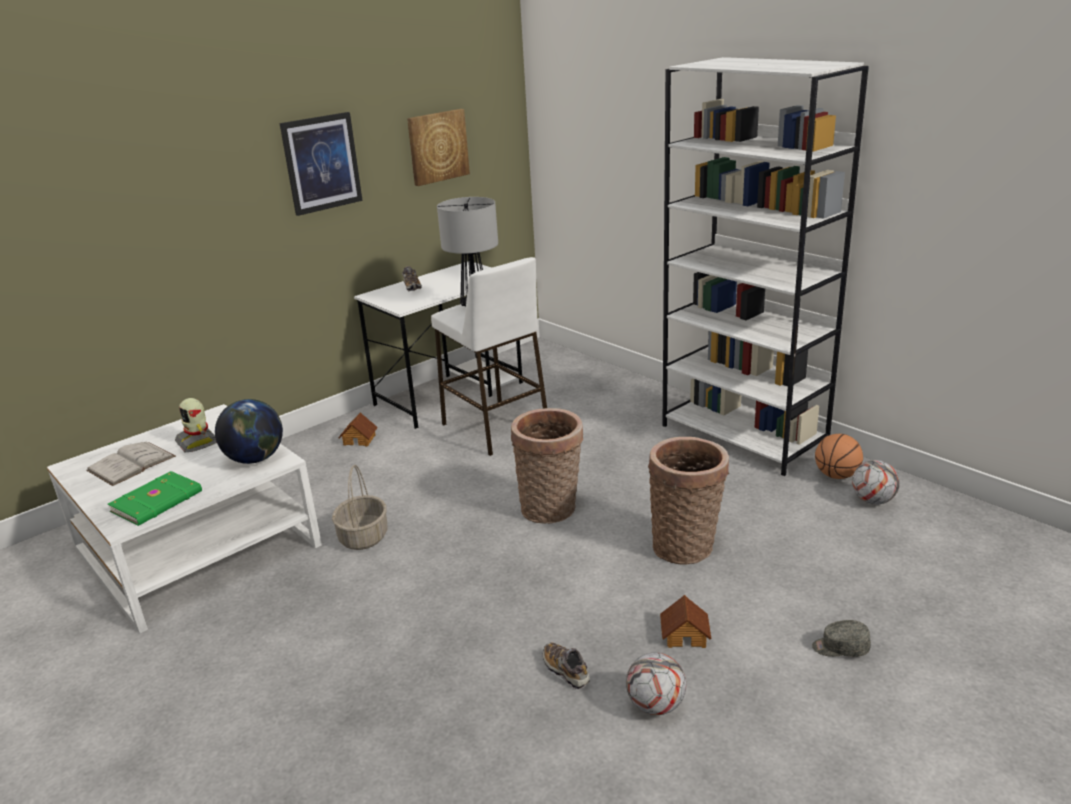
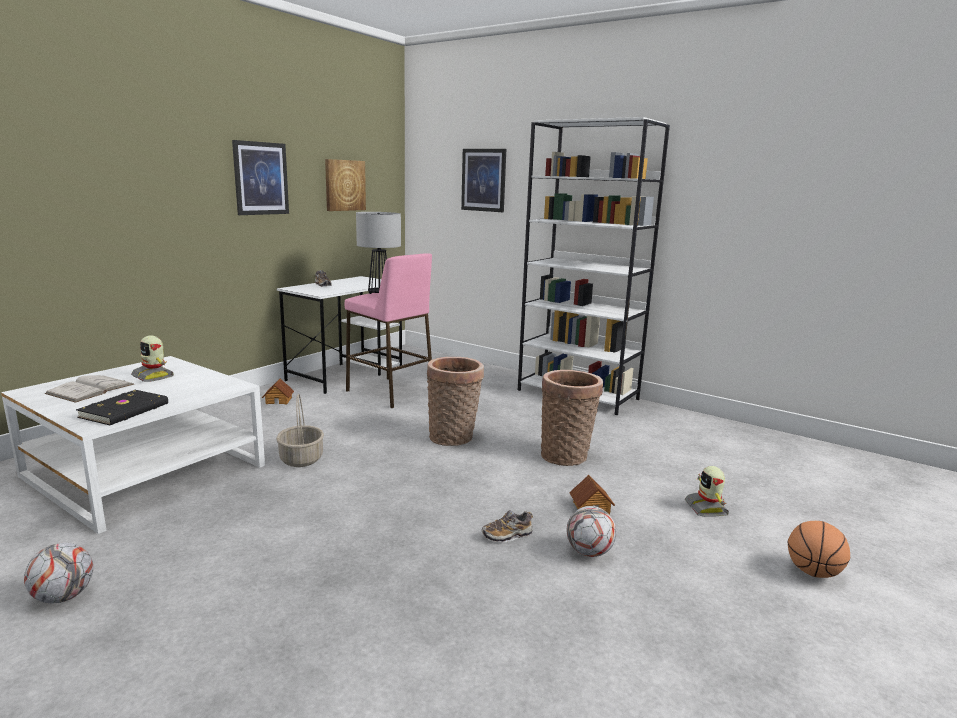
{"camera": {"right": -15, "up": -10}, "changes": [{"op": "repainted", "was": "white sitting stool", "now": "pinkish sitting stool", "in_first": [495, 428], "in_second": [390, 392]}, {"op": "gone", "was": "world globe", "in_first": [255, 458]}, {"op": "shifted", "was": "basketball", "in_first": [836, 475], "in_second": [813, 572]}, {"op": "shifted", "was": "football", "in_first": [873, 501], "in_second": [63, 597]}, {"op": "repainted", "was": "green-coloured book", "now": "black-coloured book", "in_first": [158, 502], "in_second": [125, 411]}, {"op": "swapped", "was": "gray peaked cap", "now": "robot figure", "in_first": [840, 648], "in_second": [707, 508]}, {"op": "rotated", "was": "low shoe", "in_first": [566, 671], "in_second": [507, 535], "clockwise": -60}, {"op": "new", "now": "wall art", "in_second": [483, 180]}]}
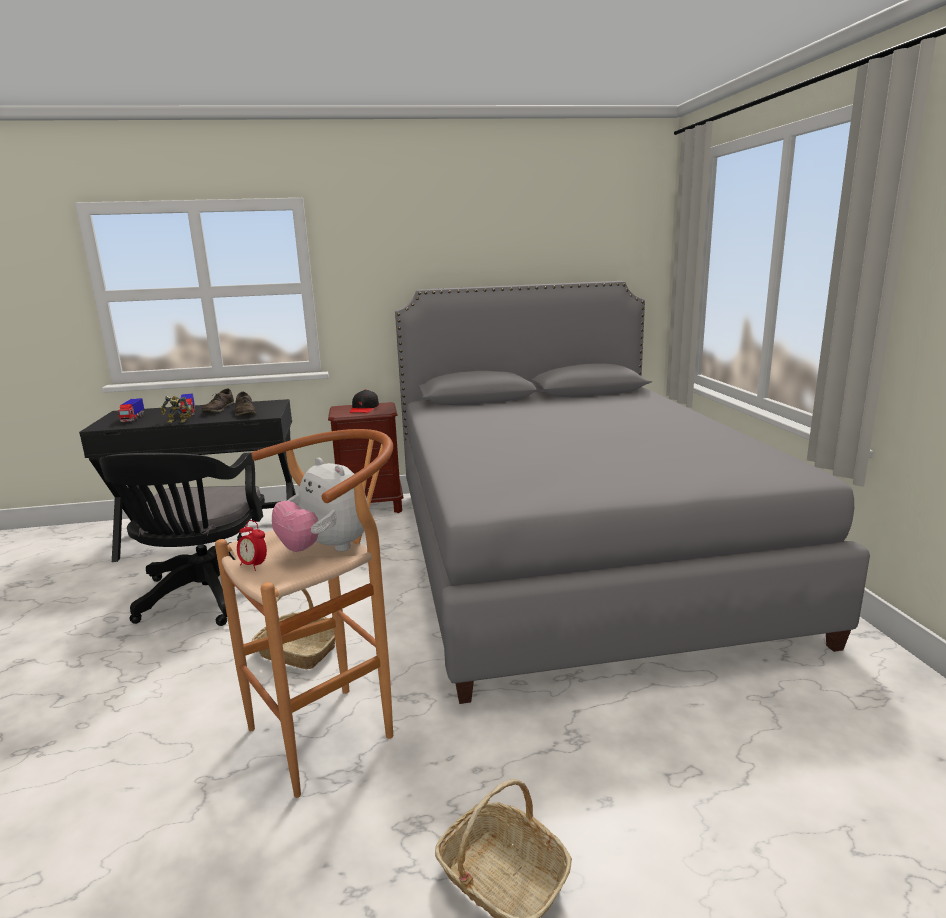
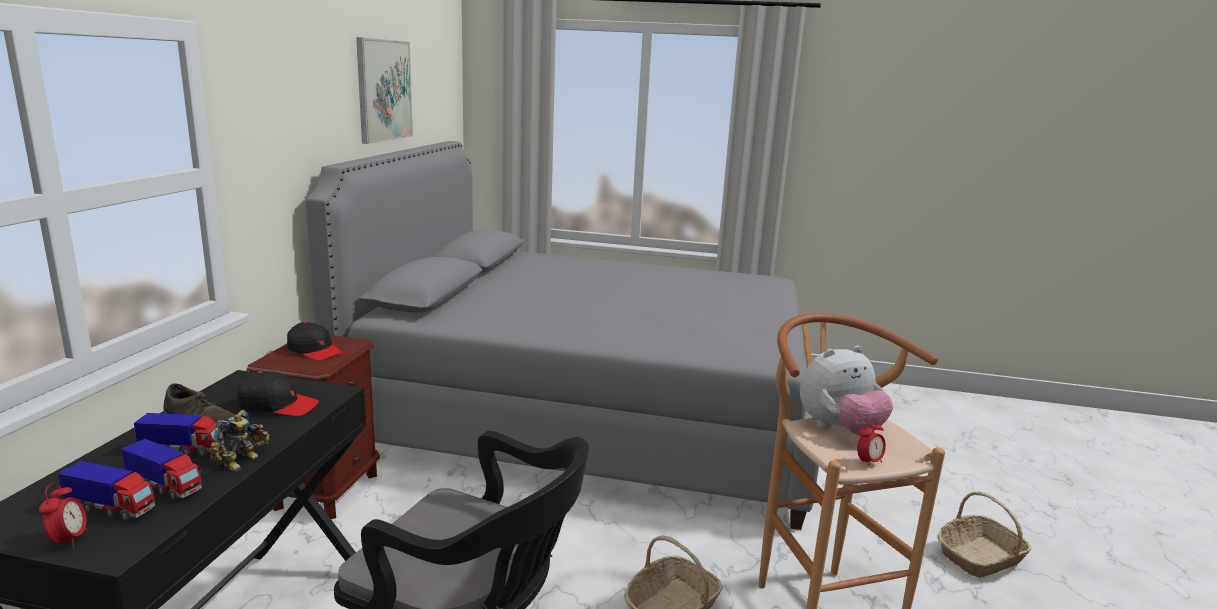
{"camera": {"right": -70, "up": 0}, "changes": [{"op": "swapped", "was": "brownish low shoe", "now": "black-coloured peaked cap", "in_first": [245, 412], "in_second": [278, 405]}, {"op": "new", "now": "wall art", "in_second": [384, 90]}, {"op": "new", "now": "toy lorry", "in_second": [165, 486]}, {"op": "new", "now": "alarm clock", "in_second": [69, 540]}]}
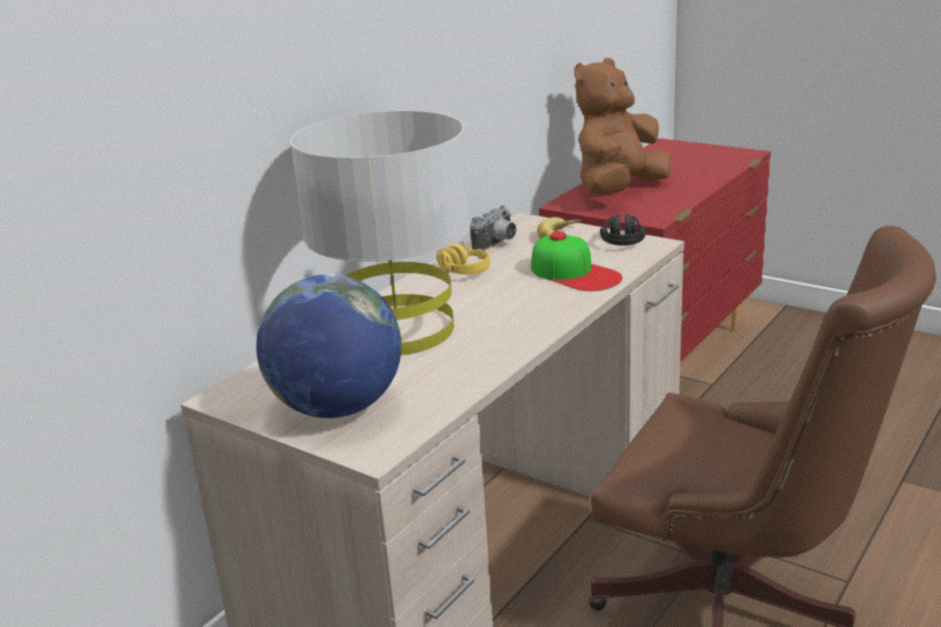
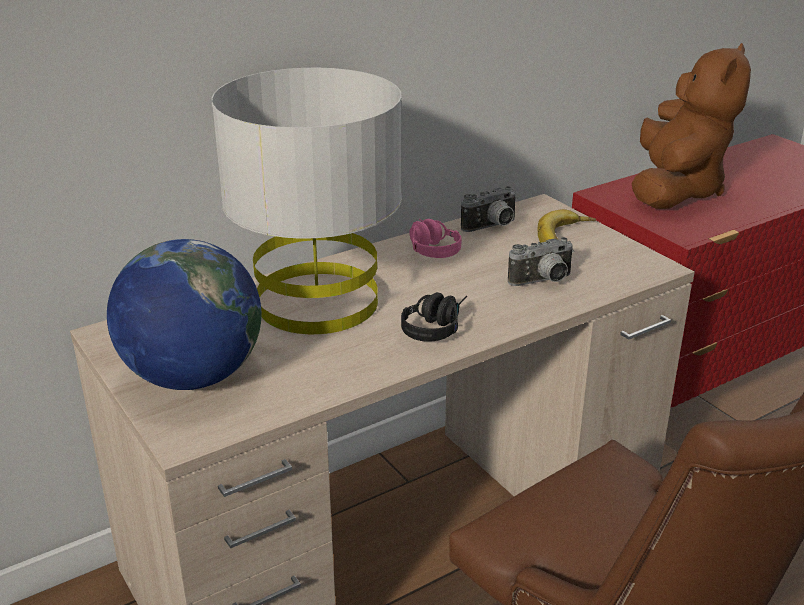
{"camera": {"right": 20, "up": 5}, "changes": [{"op": "rotated", "was": "brownish cuddly toy", "in_first": [619, 191], "in_second": [675, 191], "clockwise": 135}, {"op": "shifted", "was": "black-coloured pair of headphones", "in_first": [622, 239], "in_second": [436, 326]}, {"op": "swapped", "was": "peaked cap", "now": "still camera", "in_first": [575, 273], "in_second": [543, 282]}, {"op": "repainted", "was": "yellow-coloured pair of headphones", "now": "pinkish pair of headphones", "in_first": [457, 270], "in_second": [429, 247]}]}
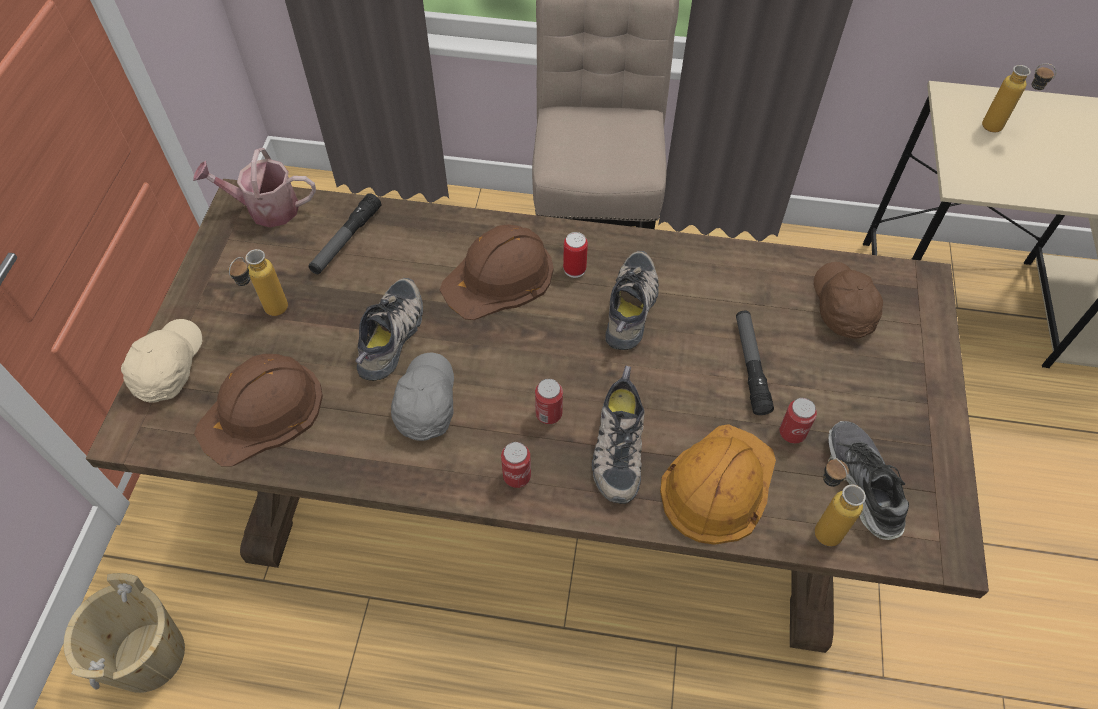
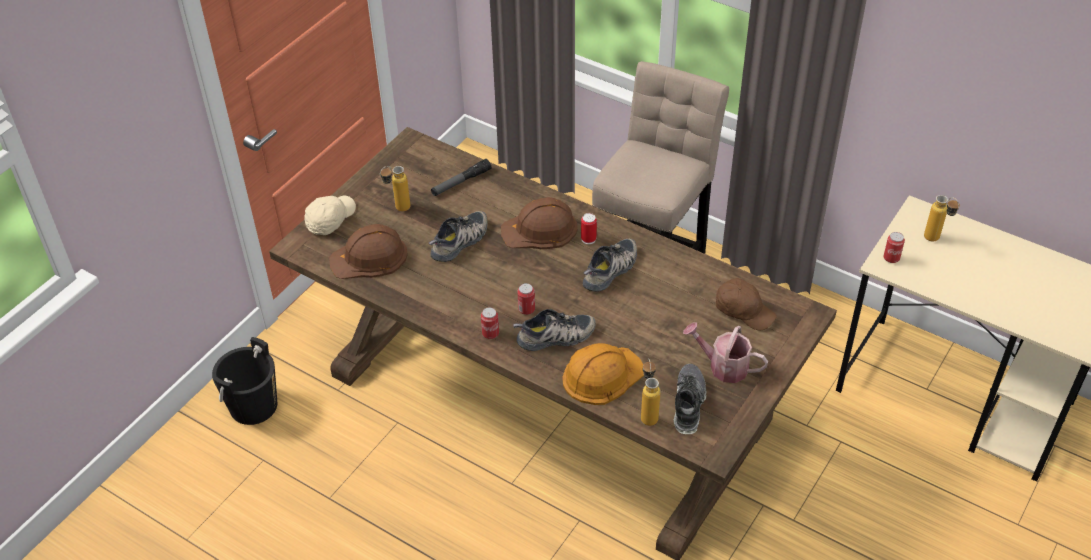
{"camera": {"right": 25, "up": -10}, "changes": [{"op": "shifted", "was": "watering can", "in_first": [266, 208], "in_second": [723, 366]}, {"op": "rotated", "was": "brownish peaked cap", "in_first": [842, 306], "in_second": [744, 311], "clockwise": 105}, {"op": "gone", "was": "torch", "in_first": [750, 366]}, {"op": "gone", "was": "gray peaked cap", "in_first": [425, 402]}, {"op": "rotated", "was": "low shoe", "in_first": [616, 446], "in_second": [555, 337], "clockwise": -135}, {"op": "shifted", "was": "metal can", "in_first": [792, 433], "in_second": [891, 258]}, {"op": "repainted", "was": "sand-coloured bucket", "now": "black-coloured bucket", "in_first": [148, 655], "in_second": [253, 406]}]}
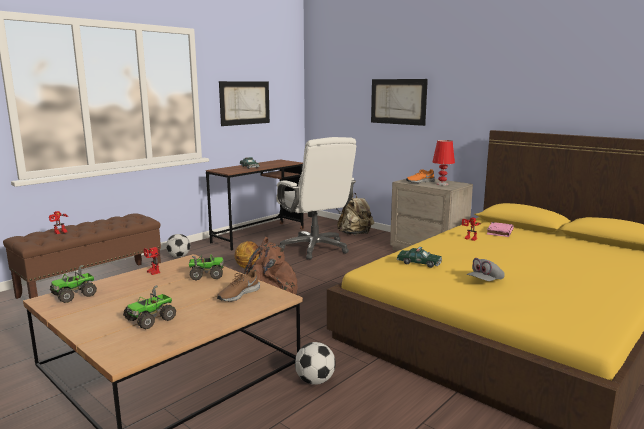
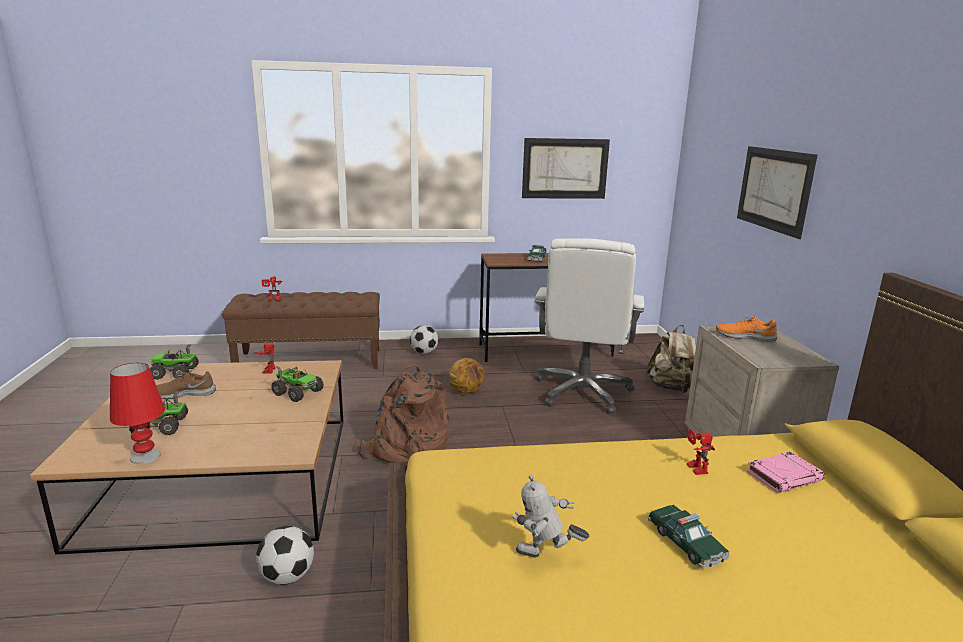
{"camera": {"right": 40, "up": 5}, "changes": [{"op": "shifted", "was": "red tabletop lamp", "in_first": [442, 184], "in_second": [145, 457]}, {"op": "shifted", "was": "miniature car", "in_first": [419, 263], "in_second": [685, 543]}, {"op": "swapped", "was": "gray peaked cap", "now": "robot figure", "in_first": [485, 281], "in_second": [545, 559]}, {"op": "shifted", "was": "brownish low shoe", "in_first": [238, 294], "in_second": [184, 394]}]}
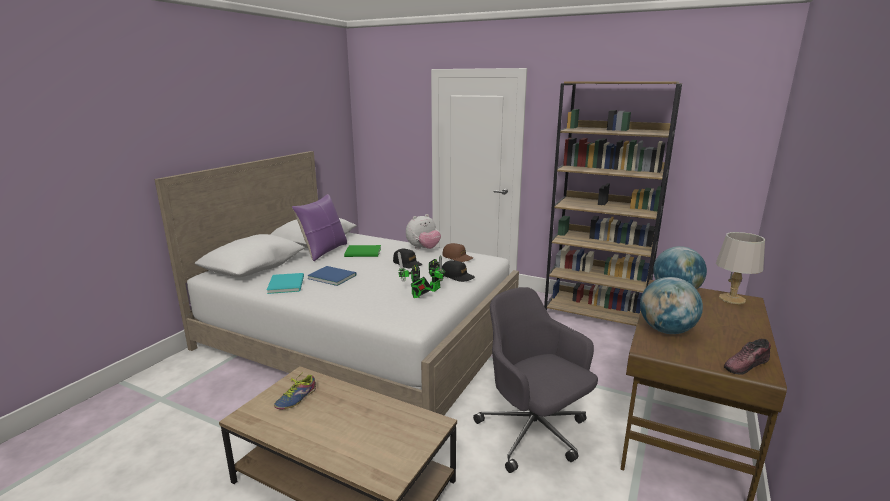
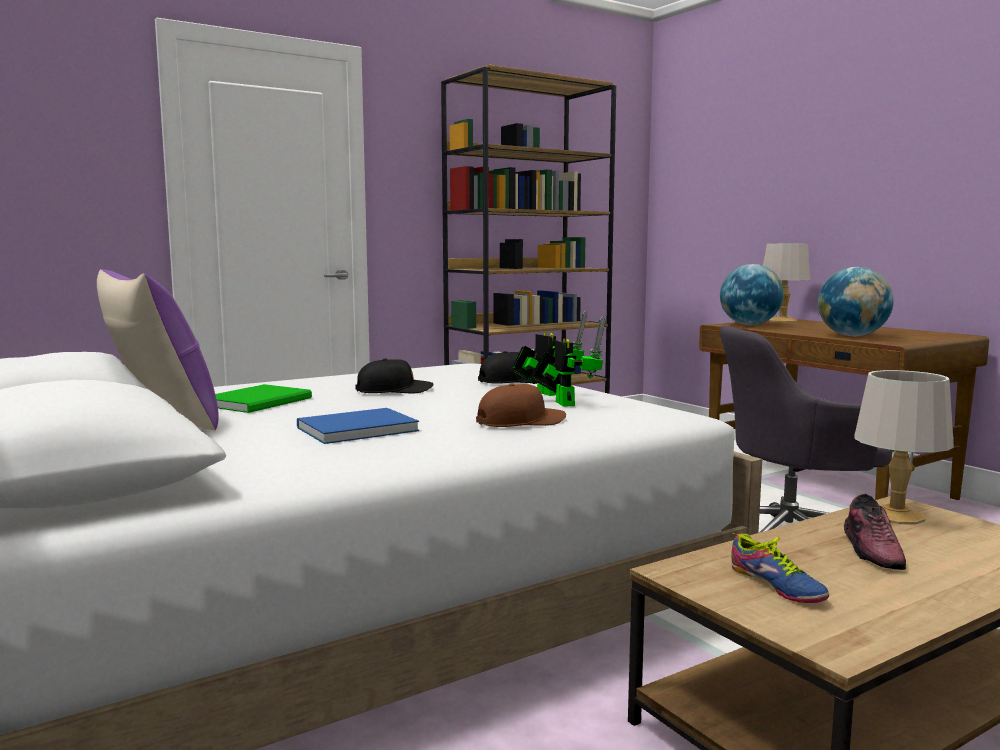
{"camera": {"right": -60, "up": -10}, "changes": [{"op": "gone", "was": "cuddly toy", "in_first": [423, 249]}, {"op": "shifted", "was": "brownish peaked cap", "in_first": [457, 257], "in_second": [521, 422]}, {"op": "rotated", "was": "robot figure", "in_first": [416, 296], "in_second": [563, 403], "clockwise": -120}, {"op": "gone", "was": "blue-green book", "in_first": [287, 284]}, {"op": "shifted", "was": "low shoe", "in_first": [746, 365], "in_second": [873, 551]}, {"op": "new", "now": "gray tabletop lamp", "in_second": [894, 515]}]}
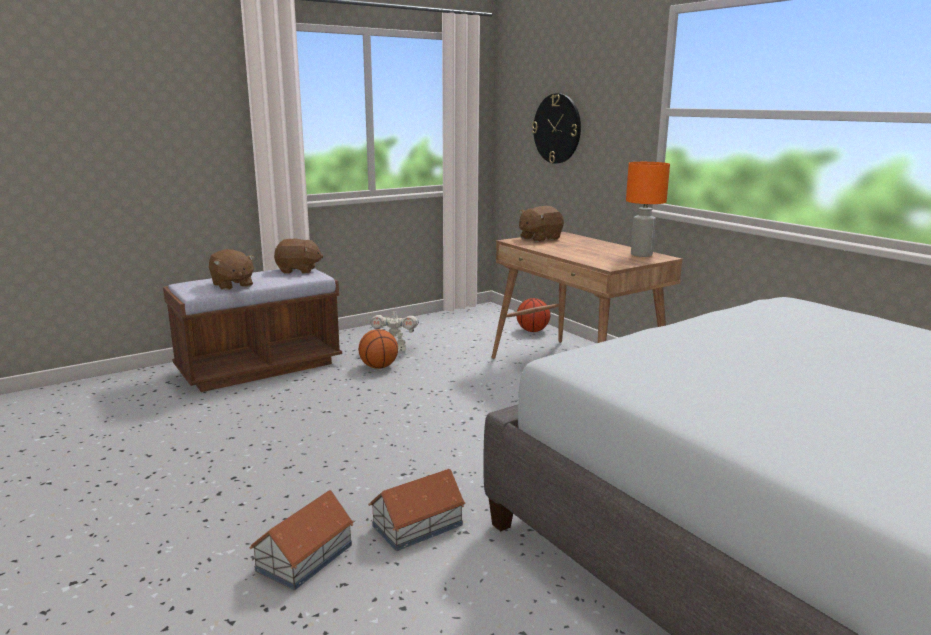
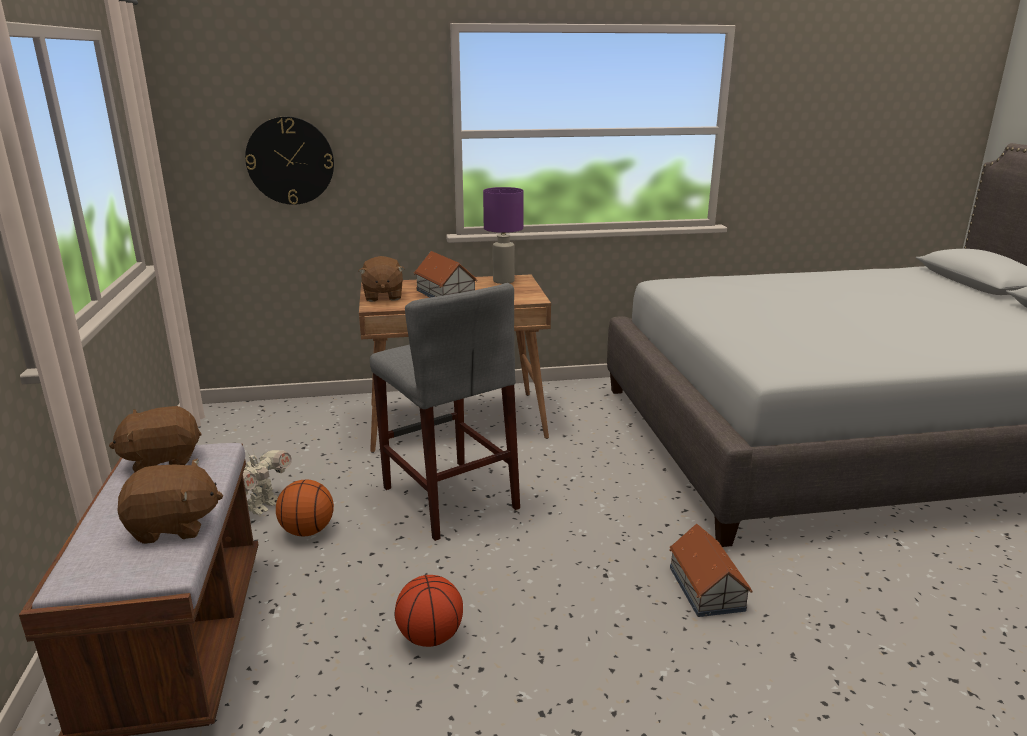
{"camera": {"right": -65, "up": 5}, "changes": [{"op": "repainted", "was": "orangey tabletop lamp", "now": "purple tabletop lamp", "in_first": [642, 255], "in_second": [504, 281]}, {"op": "rotated", "was": "brownish cuddly toy", "in_first": [298, 270], "in_second": [162, 460], "clockwise": -135}, {"op": "shifted", "was": "basketball", "in_first": [532, 331], "in_second": [430, 637]}, {"op": "shifted", "was": "model house", "in_first": [303, 557], "in_second": [445, 294]}, {"op": "new", "now": "gray sitting stool", "in_second": [450, 497]}]}
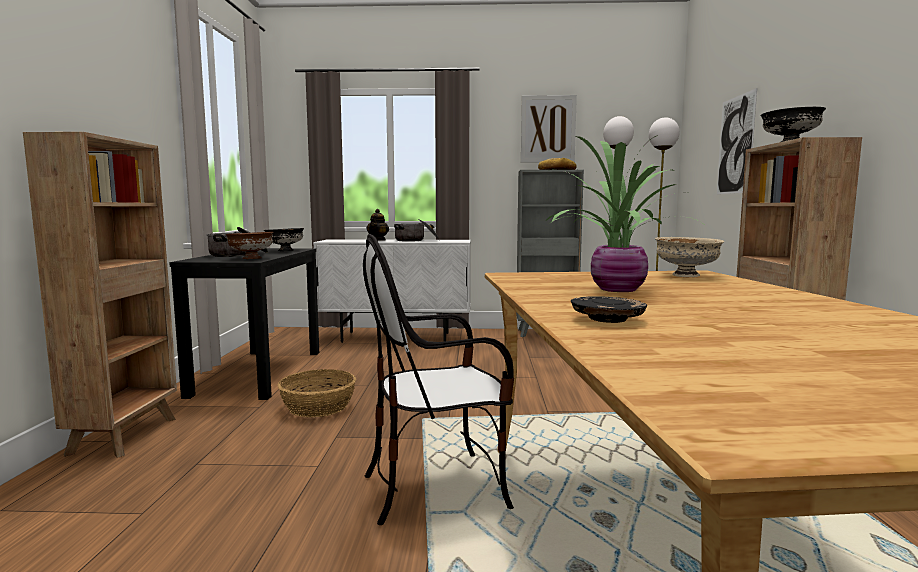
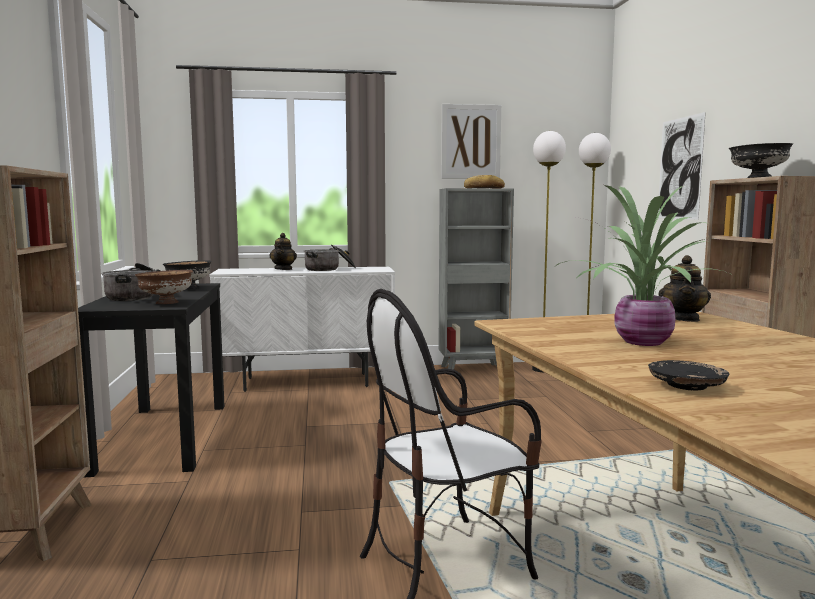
{"camera": {"right": -10, "up": 0}, "changes": [{"op": "swapped", "was": "sand-coloured bowl", "now": "tea pot", "in_first": [687, 275], "in_second": [683, 319]}, {"op": "gone", "was": "storage basket", "in_first": [318, 406]}]}
